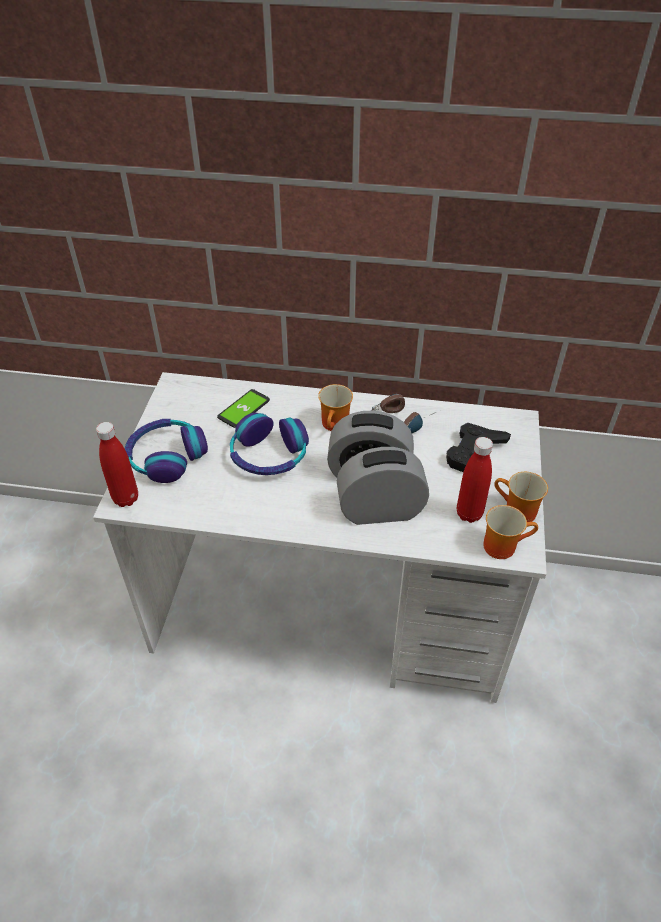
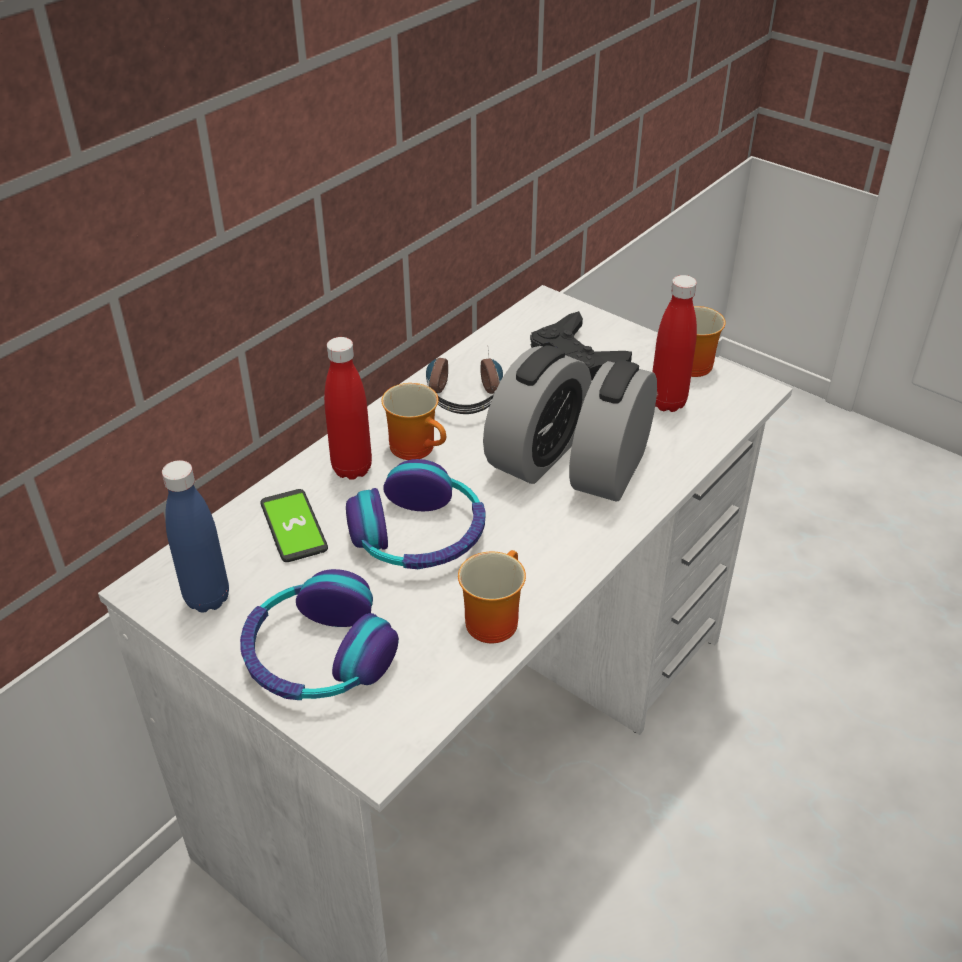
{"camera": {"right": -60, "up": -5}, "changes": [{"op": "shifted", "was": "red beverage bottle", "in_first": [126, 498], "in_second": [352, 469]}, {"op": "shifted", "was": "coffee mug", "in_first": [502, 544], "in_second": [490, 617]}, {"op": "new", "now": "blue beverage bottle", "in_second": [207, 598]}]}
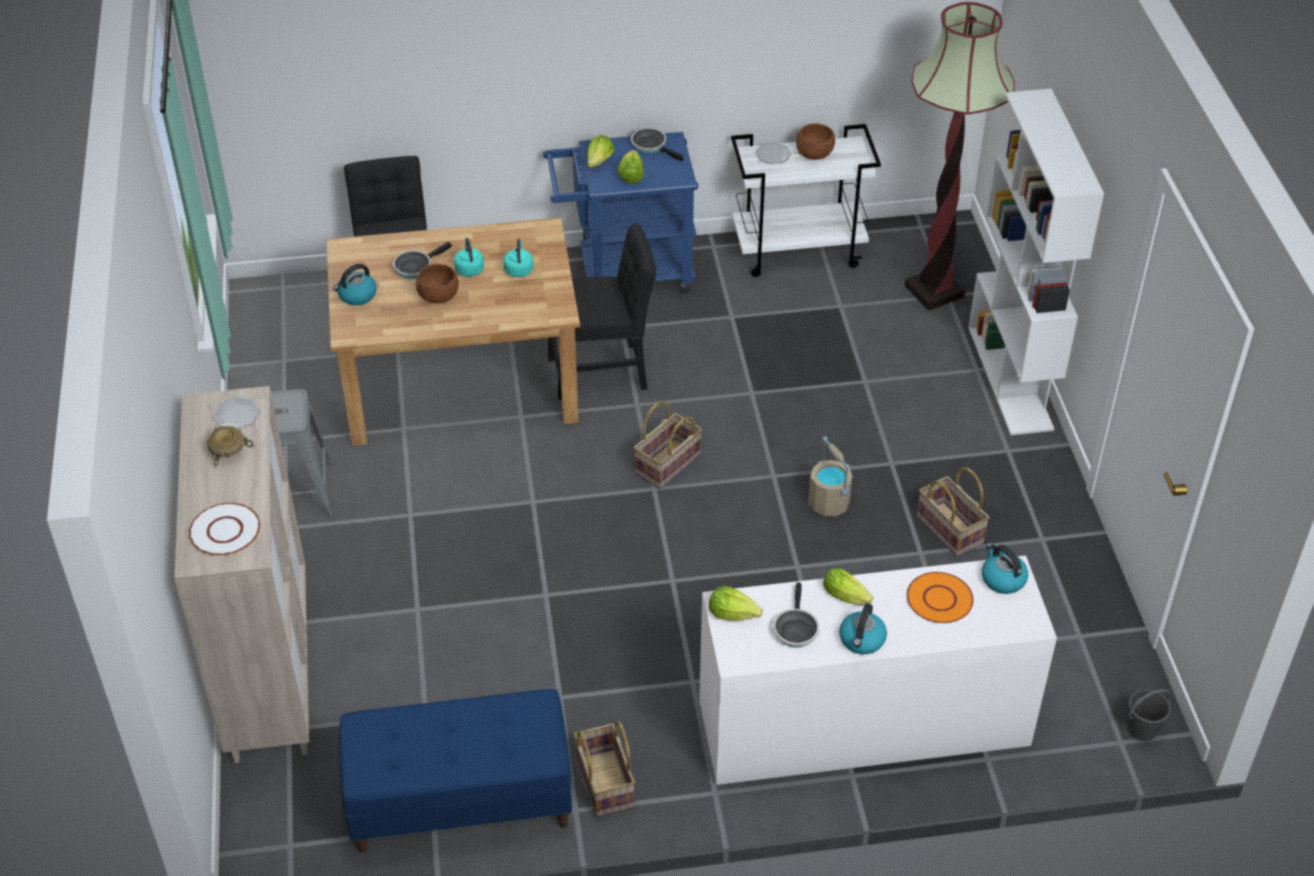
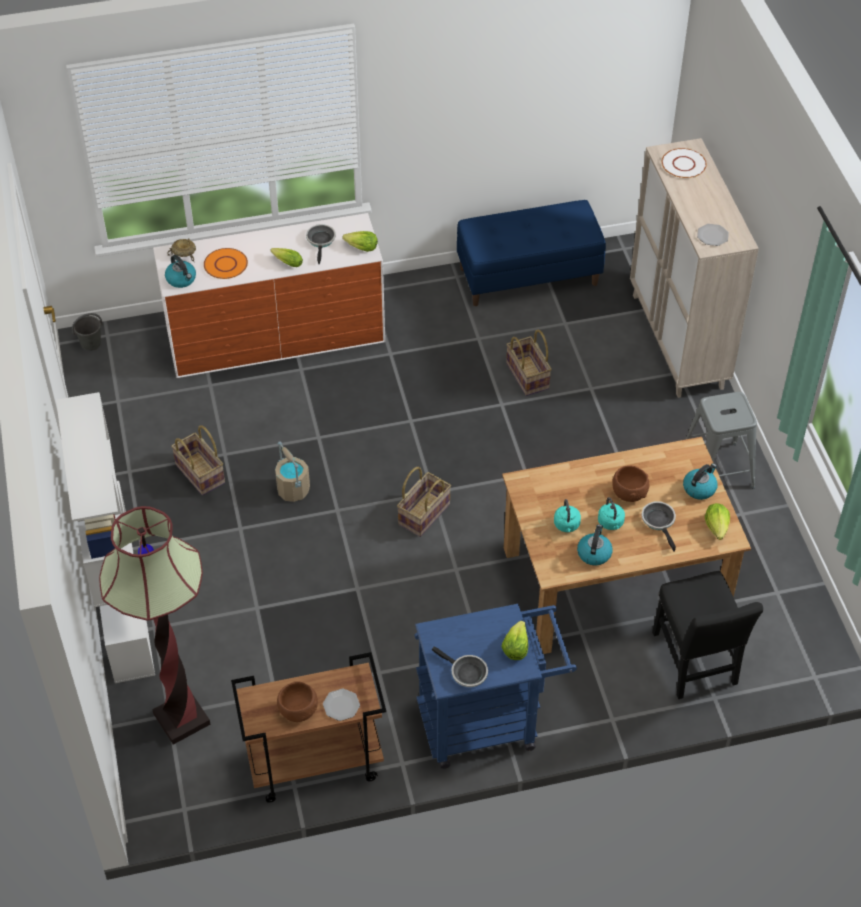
{"camera": {"right": 175, "up": 5}, "changes": [{"op": "repainted", "was": "white cart", "now": "brownish cart", "in_first": [799, 250], "in_second": [314, 764]}, {"op": "shifted", "was": "lettuce", "in_first": [631, 175], "in_second": [717, 527]}, {"op": "gone", "was": "black-coloured upright chair", "in_first": [603, 371]}, {"op": "rotated", "was": "pan", "in_first": [415, 267], "in_second": [659, 522], "clockwise": -60}, {"op": "shifted", "was": "sand-coloured bowl", "in_first": [228, 450], "in_second": [184, 254]}, {"op": "shifted", "was": "water kettle", "in_first": [862, 640], "in_second": [594, 553]}, {"op": "shifted", "was": "storage basket", "in_first": [603, 783], "in_second": [528, 376]}]}
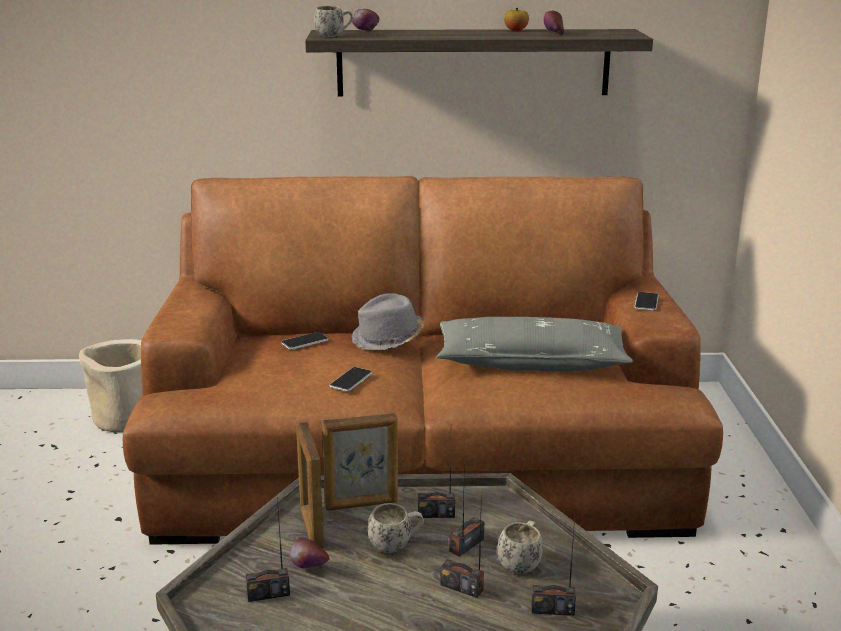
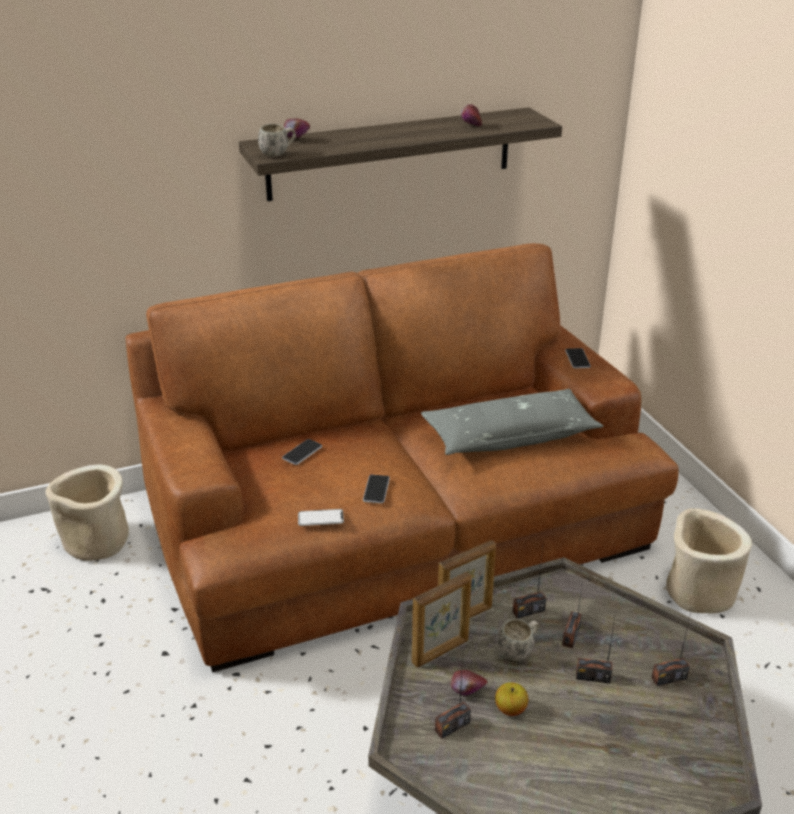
{"camera": {"right": -20, "up": 10}, "changes": [{"op": "shifted", "was": "whole apple", "in_first": [516, 30], "in_second": [510, 709]}, {"op": "gone", "was": "gray clothing hat", "in_first": [388, 339]}, {"op": "rotated", "was": "picture frame", "in_first": [311, 528], "in_second": [441, 652], "clockwise": -90}, {"op": "gone", "was": "white coffee mug", "in_first": [521, 563]}, {"op": "new", "now": "sand-coloured flower pot", "in_second": [698, 592]}, {"op": "new", "now": "handset", "in_second": [320, 518]}]}
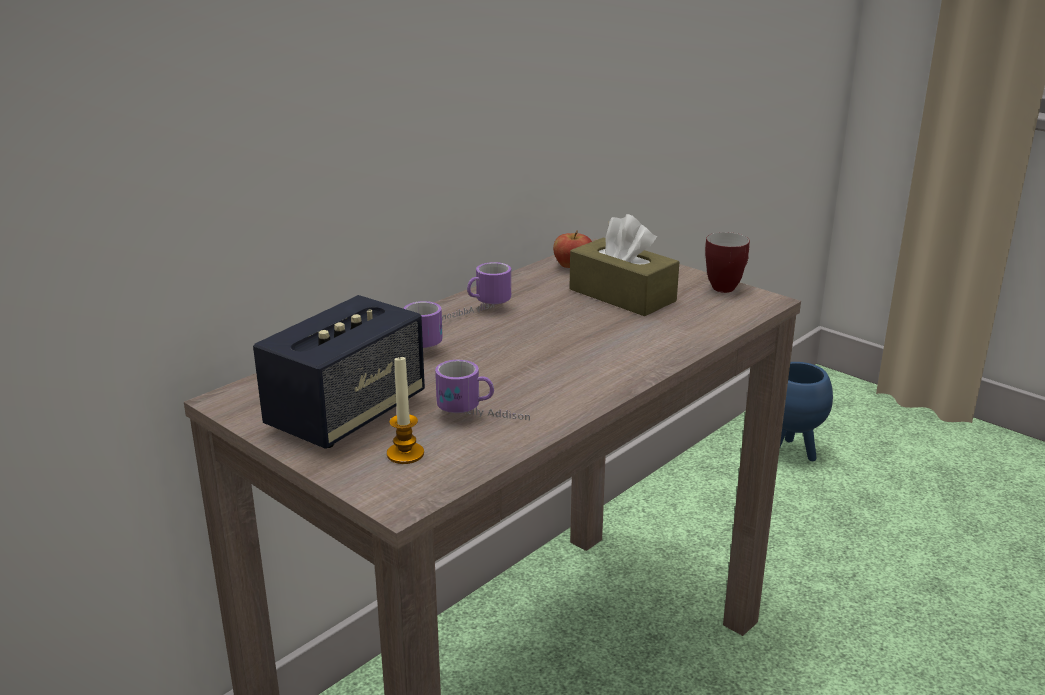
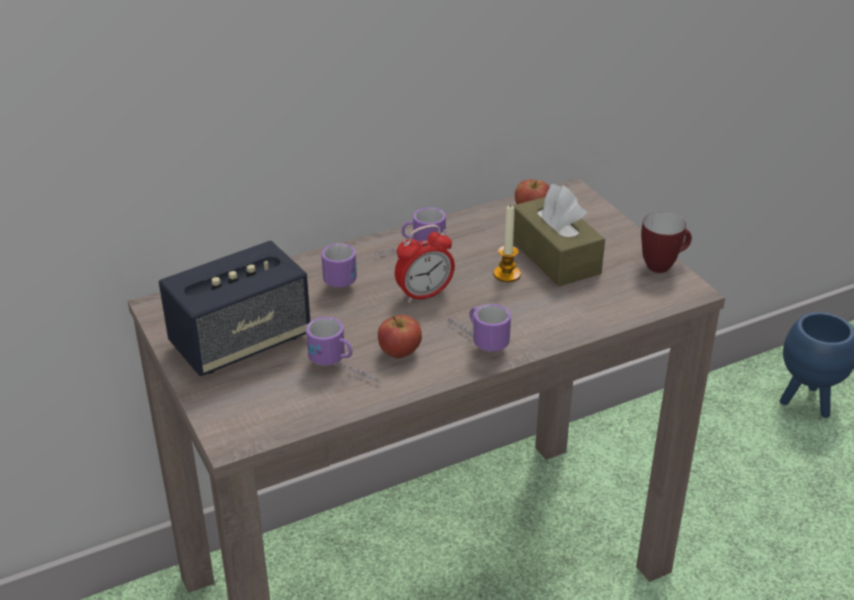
{"camera": {"right": 20, "up": 10}, "changes": [{"op": "shifted", "was": "candle", "in_first": [405, 454], "in_second": [507, 274]}, {"op": "new", "now": "alarm clock", "in_second": [424, 294]}, {"op": "new", "now": "coffee mug", "in_second": [475, 340]}, {"op": "new", "now": "whole apple", "in_second": [400, 353]}]}
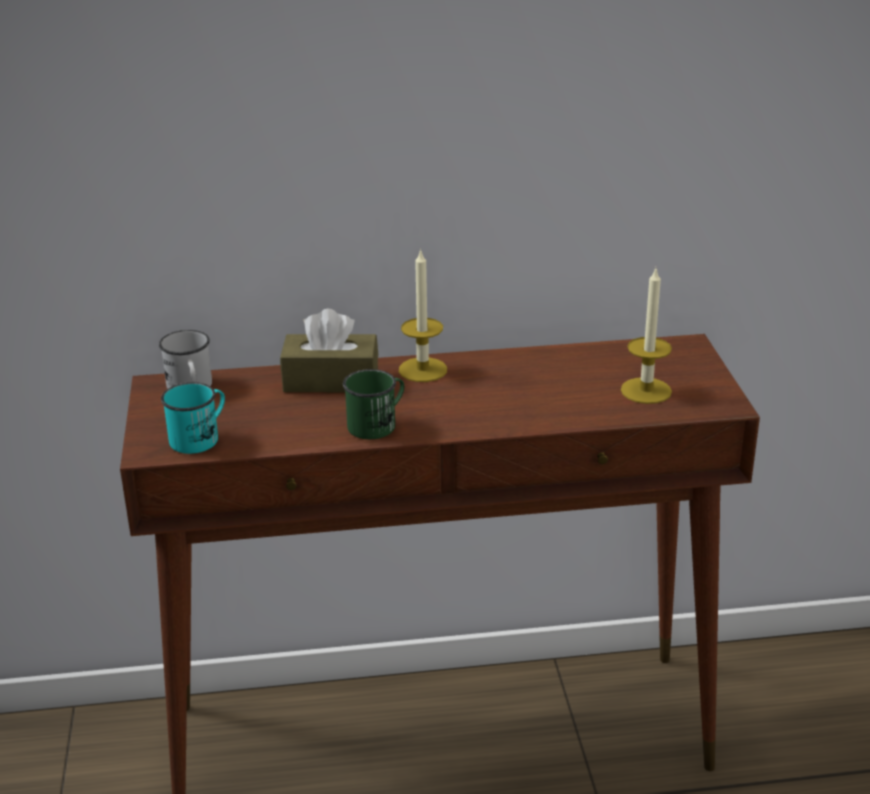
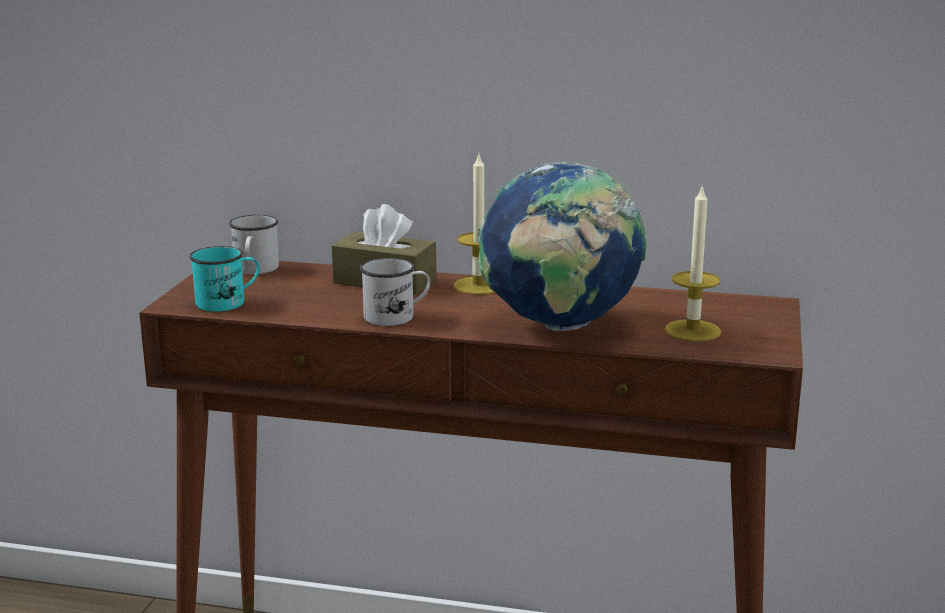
{"camera": {"right": 20, "up": -10}, "changes": [{"op": "repainted", "was": "green-coloured coffee mug", "now": "white coffee mug", "in_first": [377, 424], "in_second": [397, 316]}, {"op": "new", "now": "world globe", "in_second": [559, 327]}]}
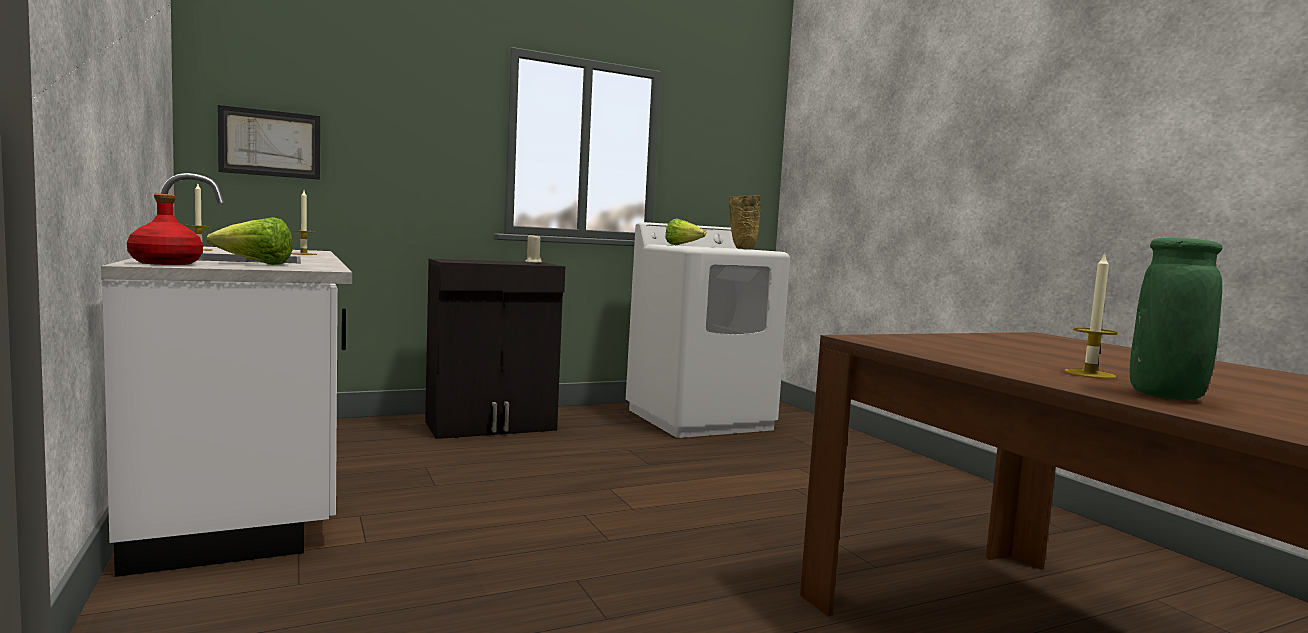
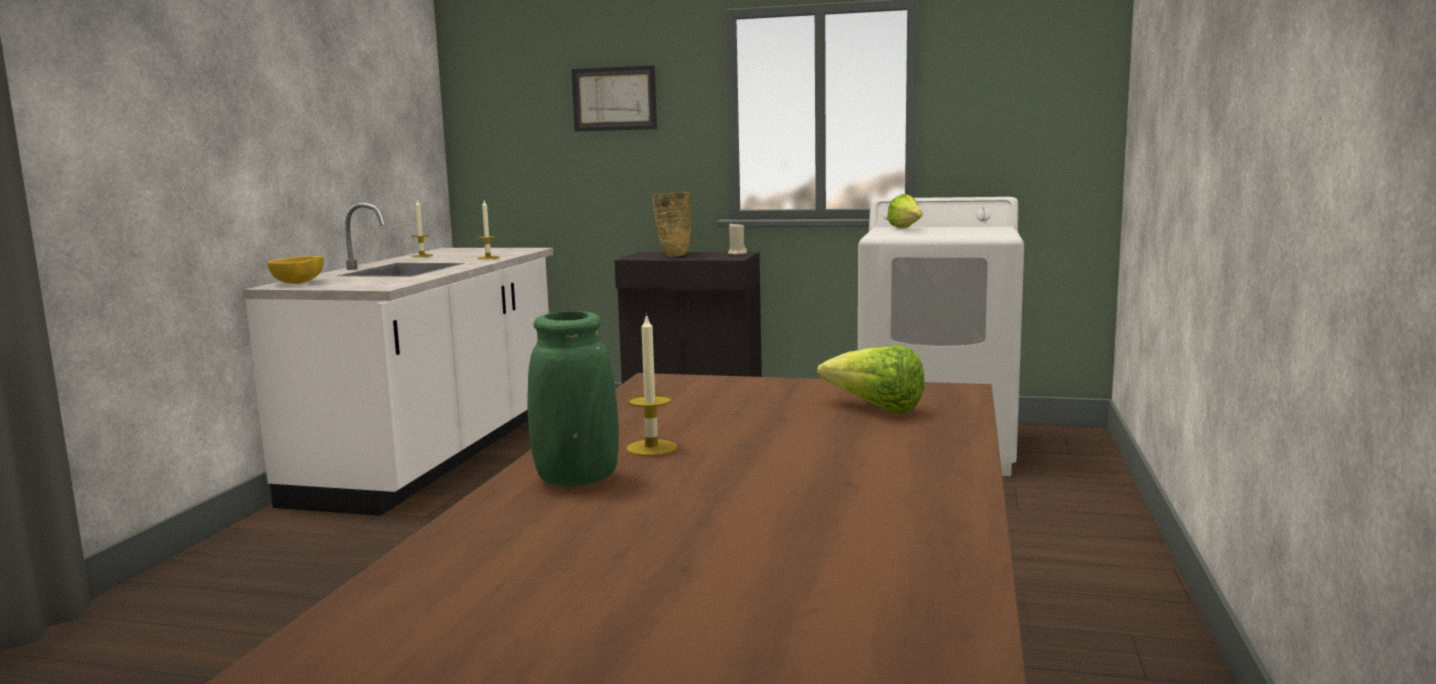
{"camera": {"right": 40, "up": 5}, "changes": [{"op": "shifted", "was": "wall art", "in_first": [270, 143], "in_second": [614, 99]}, {"op": "swapped", "was": "red beverage bottle", "now": "yellow-coloured bowl", "in_first": [166, 263], "in_second": [298, 283]}, {"op": "shifted", "was": "sand-coloured vase", "in_first": [741, 248], "in_second": [674, 256]}, {"op": "shifted", "was": "lettuce", "in_first": [255, 264], "in_second": [876, 409]}]}
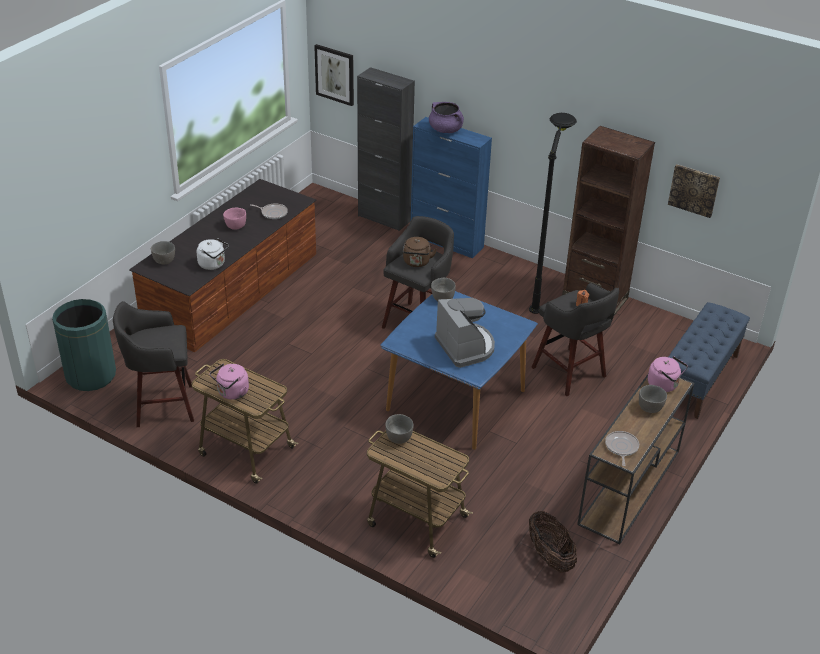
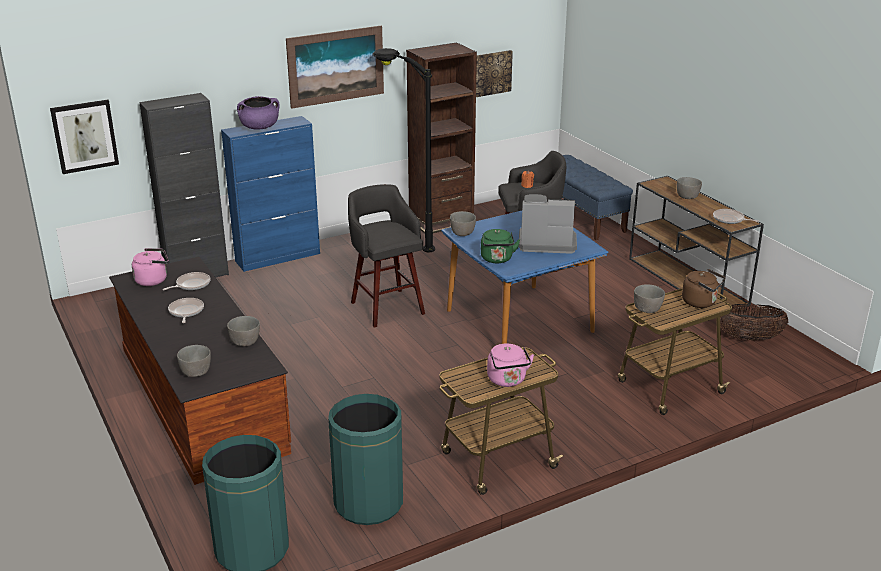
{"camera": {"right": -60, "up": -10}, "changes": [{"op": "swapped", "was": "pinkish bowl", "now": "pan", "in_first": [235, 226], "in_second": [186, 312]}, {"op": "shifted", "was": "brownish water kettle", "in_first": [416, 263], "in_second": [701, 302]}, {"op": "swapped", "was": "white water kettle", "now": "gray bowl", "in_first": [213, 264], "in_second": [245, 342]}, {"op": "swapped", "was": "gray sitting stool", "now": "green-coloured rubbish bin", "in_first": [162, 406], "in_second": [368, 503]}, {"op": "shifted", "was": "pinkish water kettle", "in_first": [664, 385], "in_second": [153, 280]}, {"op": "new", "now": "wall art", "in_second": [336, 66]}, {"op": "new", "now": "green-coloured water kettle", "in_second": [497, 259]}]}
